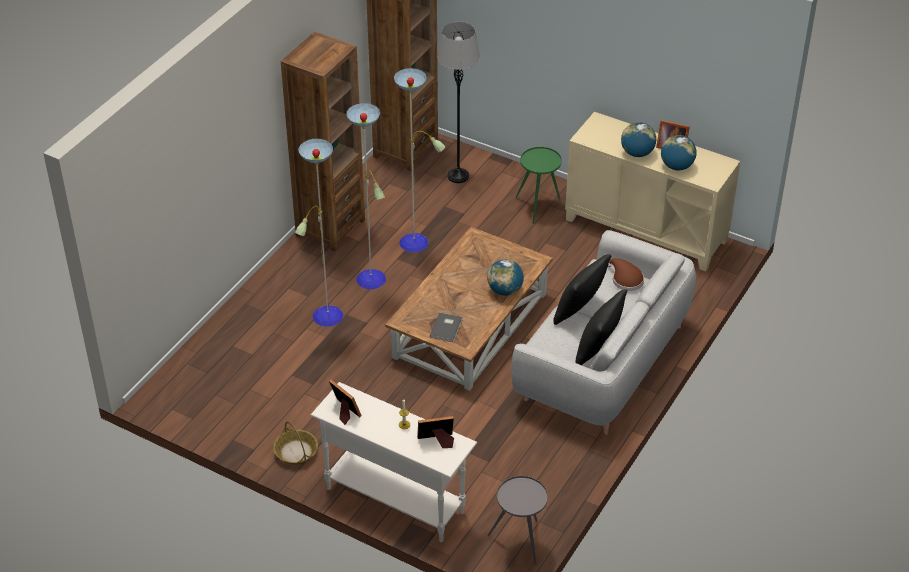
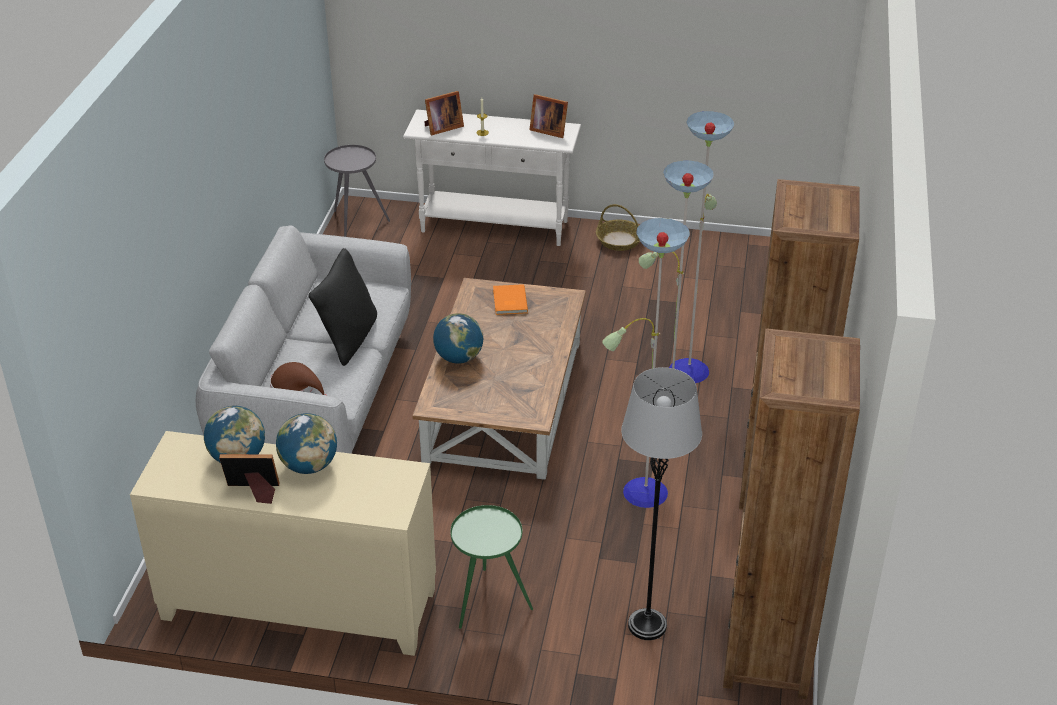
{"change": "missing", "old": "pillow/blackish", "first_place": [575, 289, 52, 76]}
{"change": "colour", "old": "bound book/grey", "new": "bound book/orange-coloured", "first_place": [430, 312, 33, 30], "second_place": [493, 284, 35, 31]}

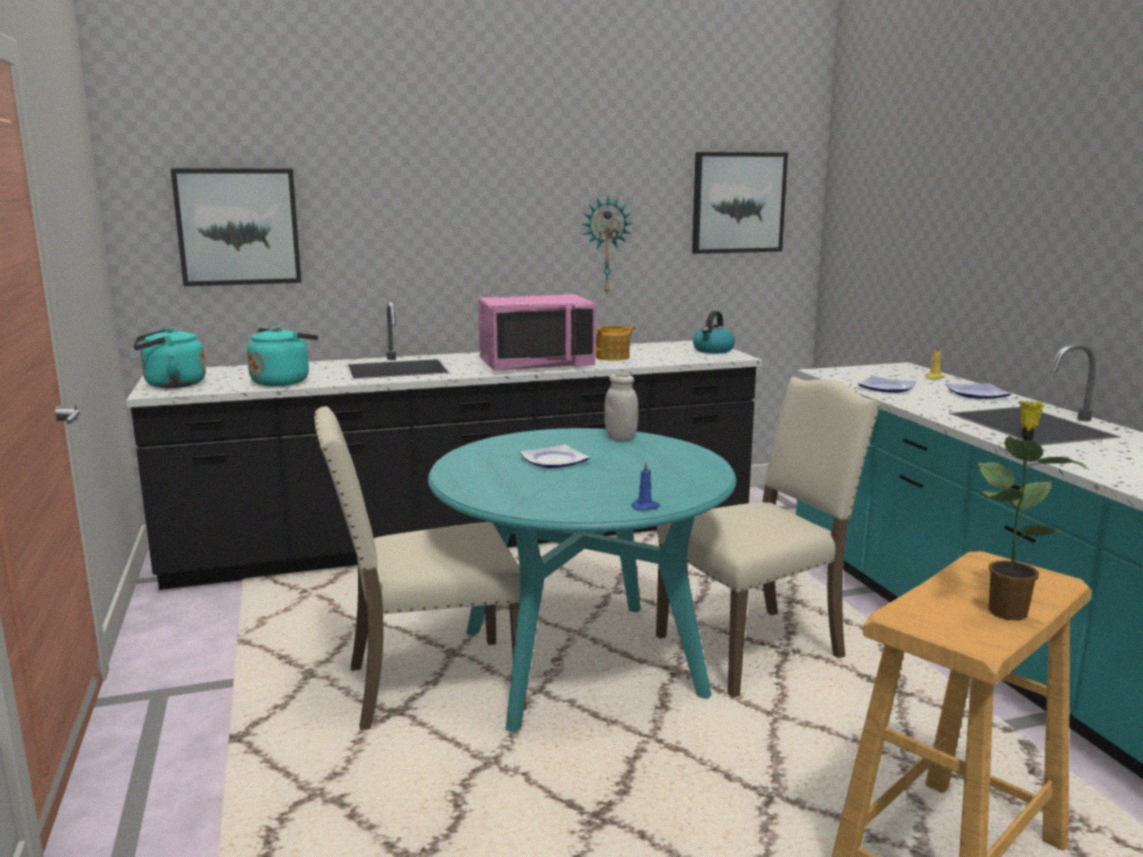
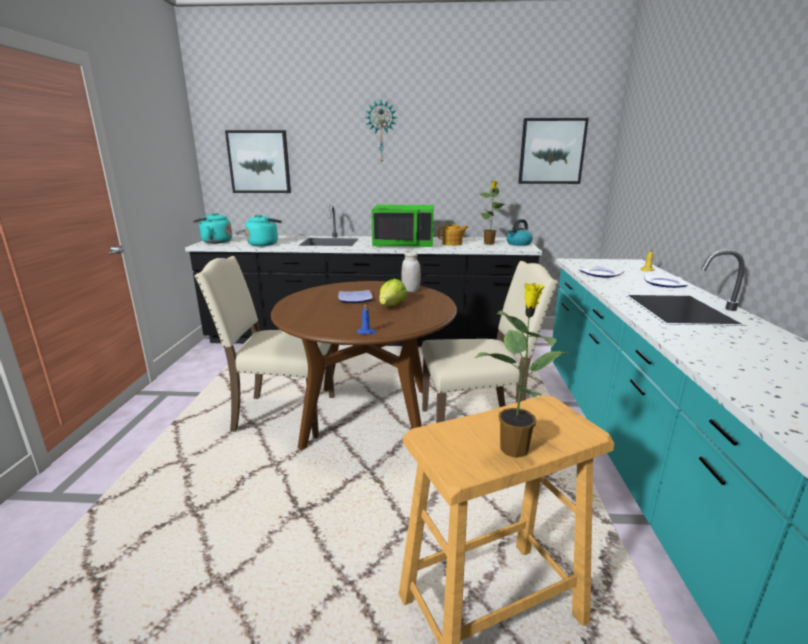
{"change": "appeared", "new": "lettuce", "second_place": [379, 278, 28, 28]}
{"change": "appeared", "new": "potted plant", "second_place": [478, 180, 28, 65]}
{"change": "relocated", "old": "wall clock", "first_place": [582, 196, 51, 99], "second_place": [365, 100, 33, 62]}
{"change": "colour", "old": "dinner table/turquoise-coloured", "new": "dinner table/brown", "first_place": [428, 428, 308, 305], "second_place": [271, 281, 186, 169]}
{"change": "colour", "old": "kitchen microwave/pink", "new": "kitchen microwave/green", "first_place": [478, 294, 118, 77], "second_place": [371, 205, 63, 42]}

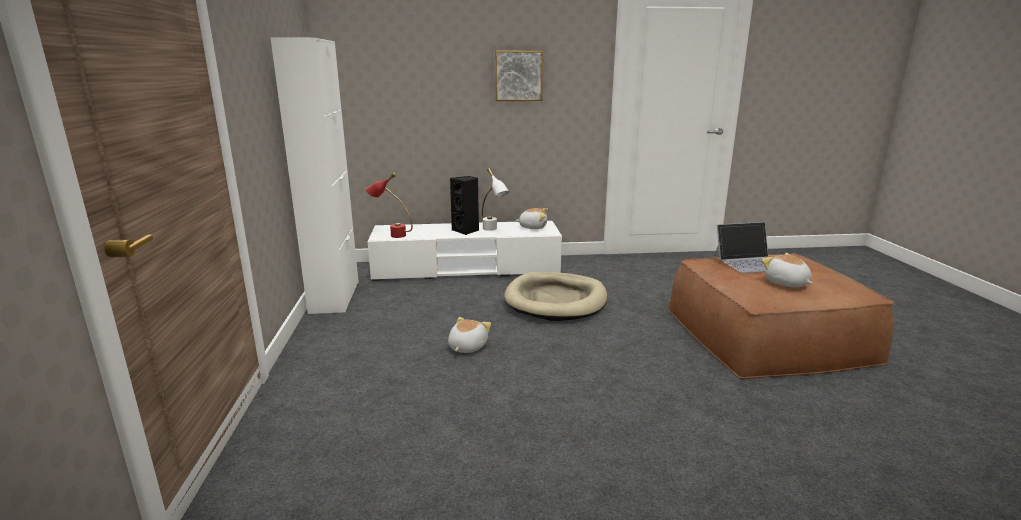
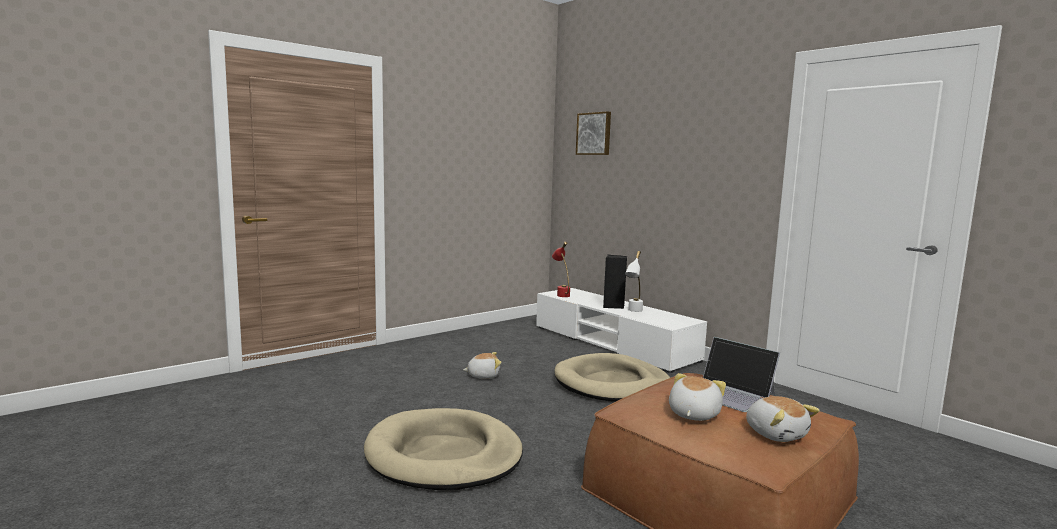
{"change": "missing", "old": "storage cabinet/whitish", "first_place": [270, 37, 89, 277]}
{"change": "appeared", "new": "dog bed/beige-coloured", "second_place": [364, 408, 159, 82]}
{"change": "relocated", "old": "wall art", "first_place": [495, 51, 48, 50], "second_place": [576, 111, 35, 44]}
{"change": "relocated", "old": "cuddly toy", "first_place": [515, 208, 33, 21], "second_place": [746, 396, 74, 46]}

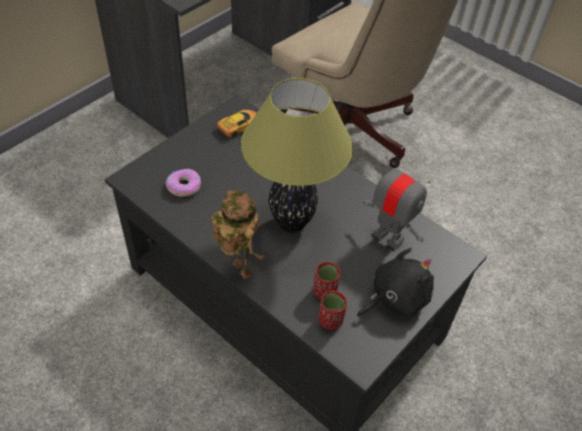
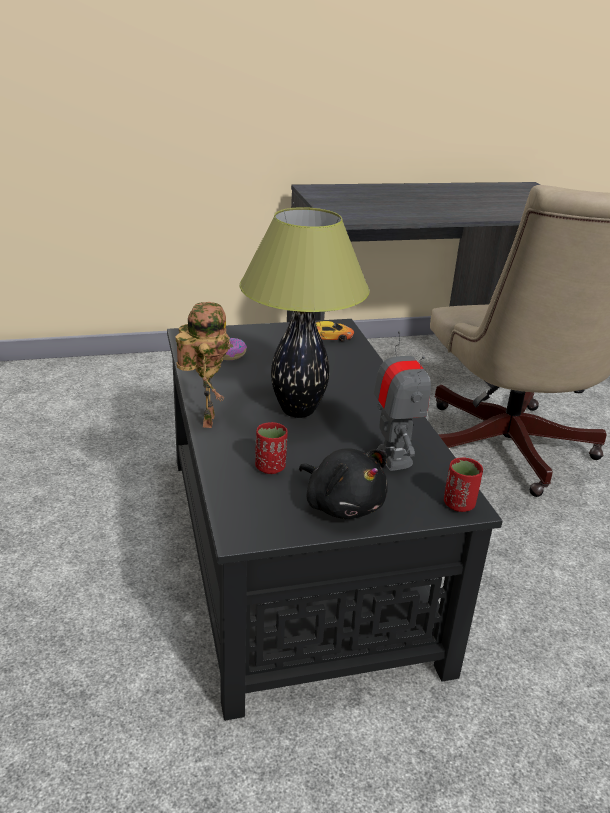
{"change": "relocated", "old": "drinking cup/red", "first_place": [319, 290, 28, 40], "second_place": [444, 457, 39, 55]}
{"change": "spun", "old": "cuddly toy/blackish", "first_place": [357, 248, 77, 70], "second_place": [299, 448, 89, 71], "degrees": 45}

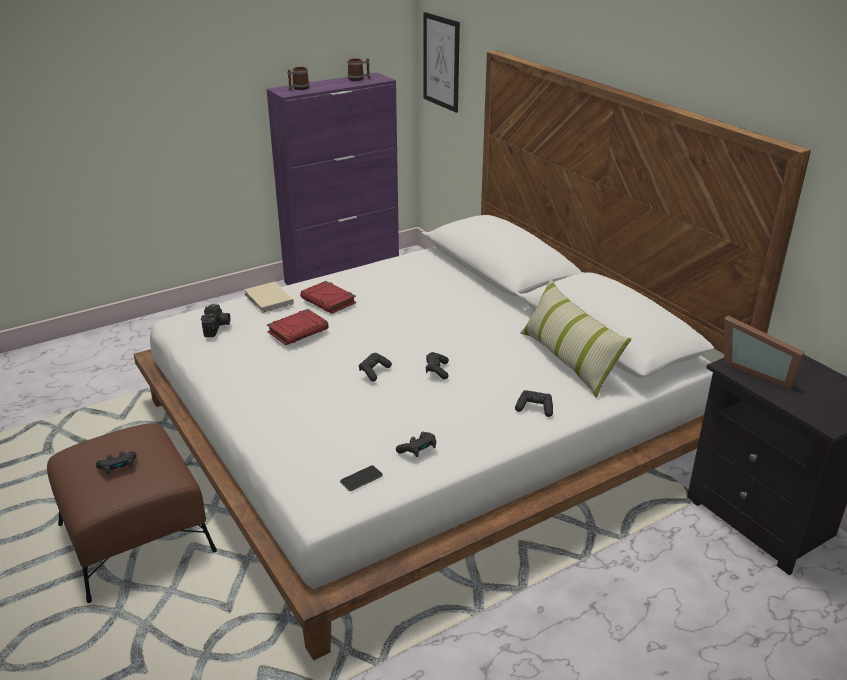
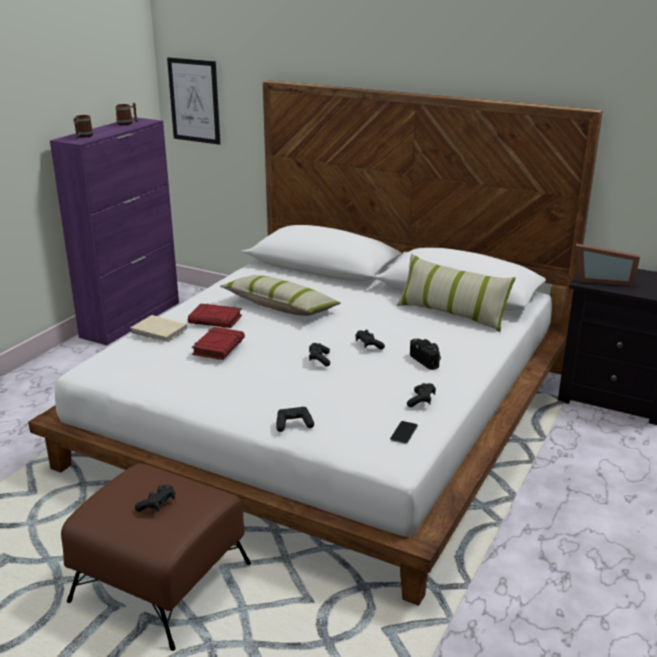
{"change": "appeared", "new": "pillow", "second_place": [220, 275, 121, 41]}
{"change": "relocated", "old": "photo camera", "first_place": [201, 304, 29, 33], "second_place": [410, 338, 31, 32]}
{"change": "relocated", "old": "joypad/blackish", "first_place": [515, 390, 38, 27], "second_place": [276, 406, 38, 26]}

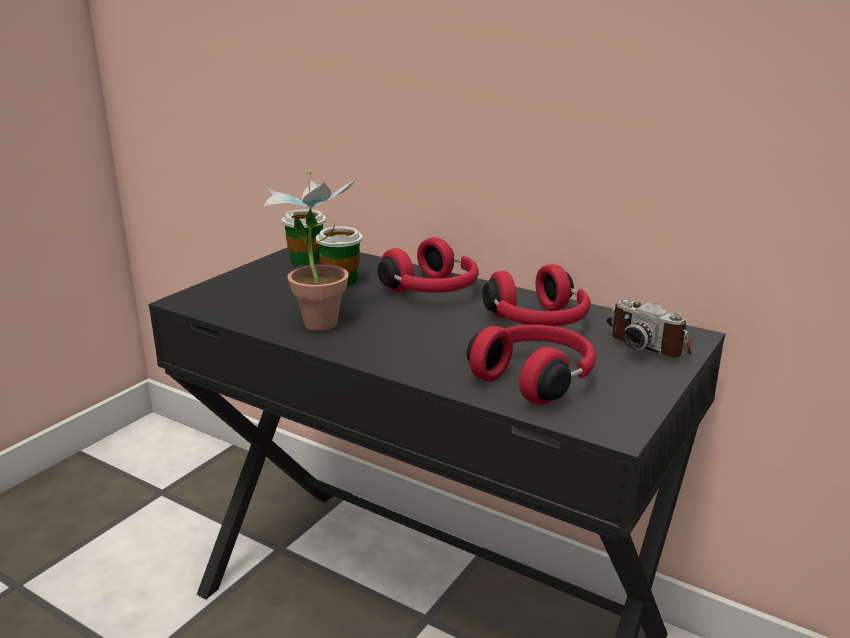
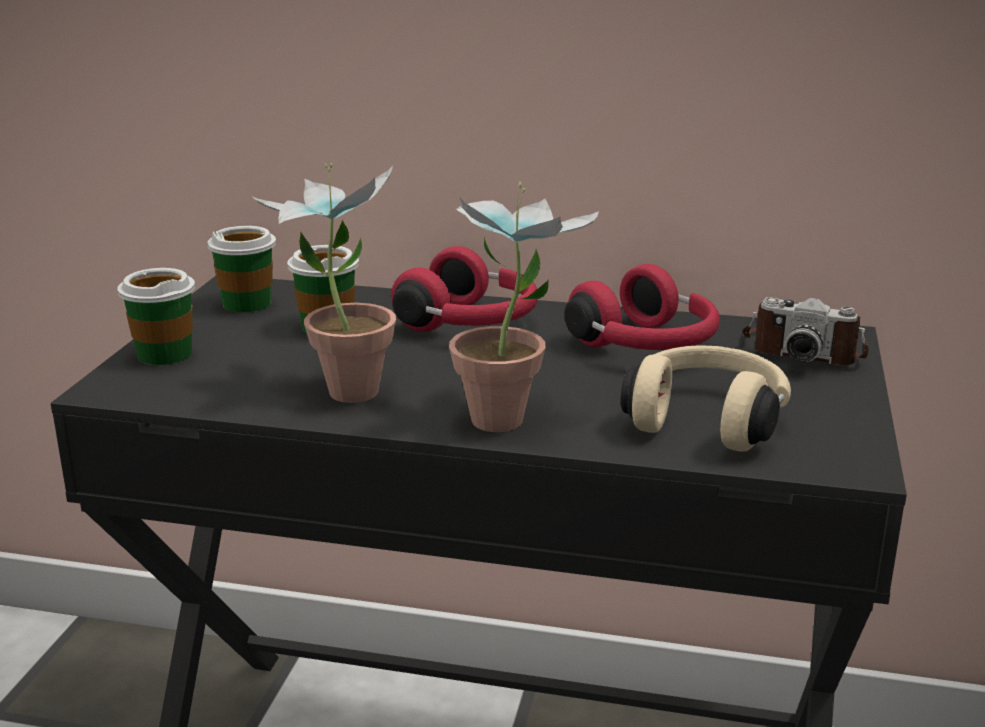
{"change": "appeared", "new": "drinking cup", "second_place": [117, 268, 78, 97]}
{"change": "appeared", "new": "potted plant", "second_place": [449, 182, 150, 250]}
{"change": "colour", "old": "pair of headphones/red", "new": "pair of headphones/beige-coloured", "first_place": [467, 325, 129, 80], "second_place": [621, 345, 170, 107]}

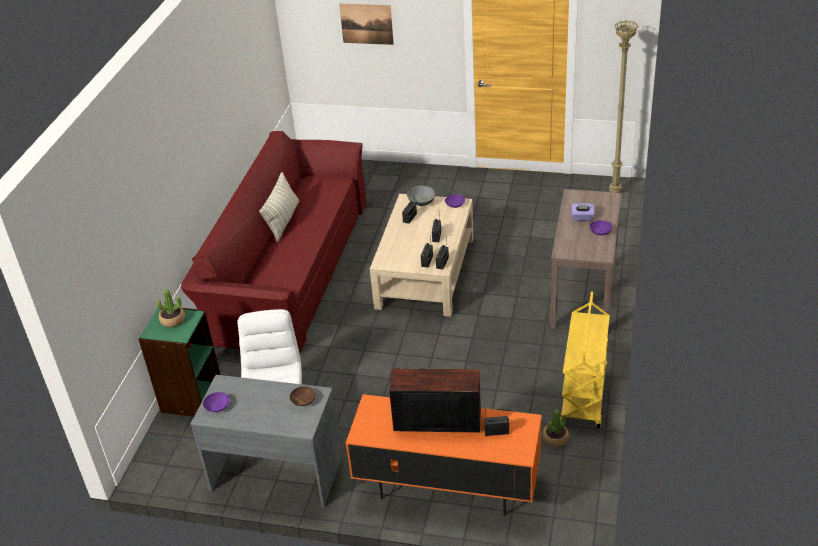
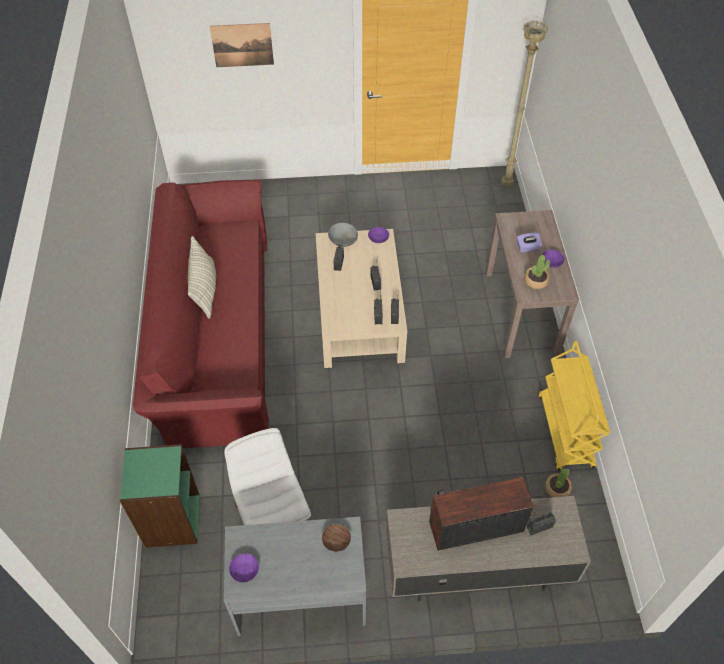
{"change": "relocated", "old": "potted plant", "first_place": [156, 289, 29, 38], "second_place": [524, 255, 26, 34]}
{"change": "colour", "old": "tv stand/orange-coloured", "new": "tv stand/grey", "first_place": [346, 394, 196, 122], "second_place": [386, 496, 205, 105]}

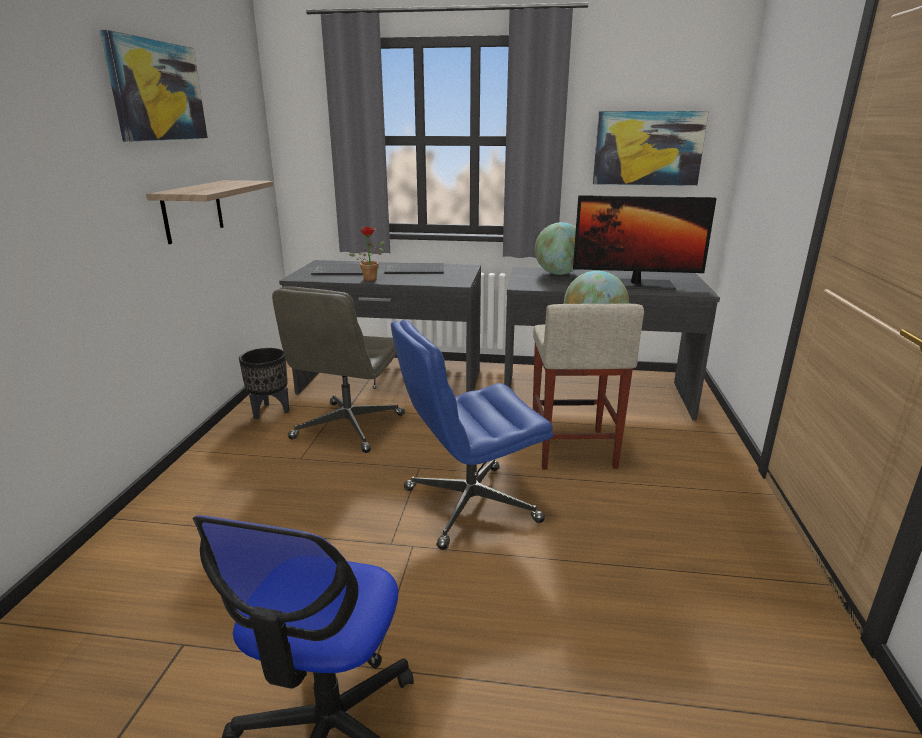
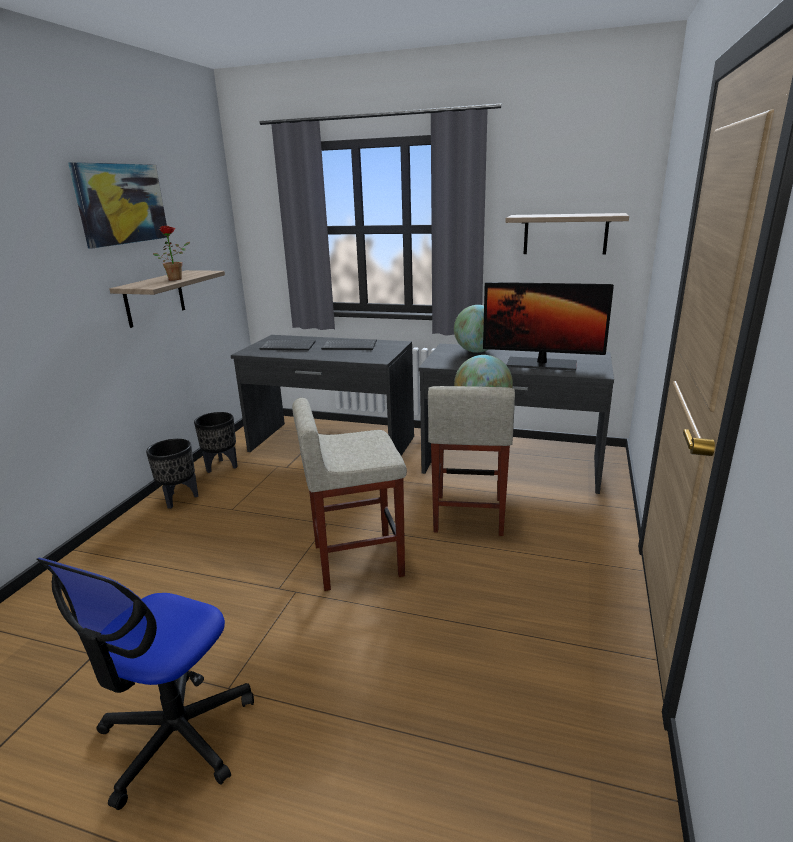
{"change": "missing", "old": "desk chair/grey", "first_place": [272, 286, 133, 167]}
{"change": "appeared", "new": "flower pot/blackish", "second_place": [146, 439, 52, 70]}
{"change": "relocated", "old": "potted plant", "first_place": [349, 227, 36, 54], "second_place": [153, 225, 37, 55]}
{"change": "exchanged", "old": "desk chair/blue-coloured", "new": "sitting stool/beige-coloured", "first_place": [391, 319, 162, 231], "second_place": [292, 398, 115, 193]}
{"change": "exchanged", "old": "wall art", "new": "bracket shelf", "first_place": [593, 111, 116, 75], "second_place": [505, 213, 124, 41]}

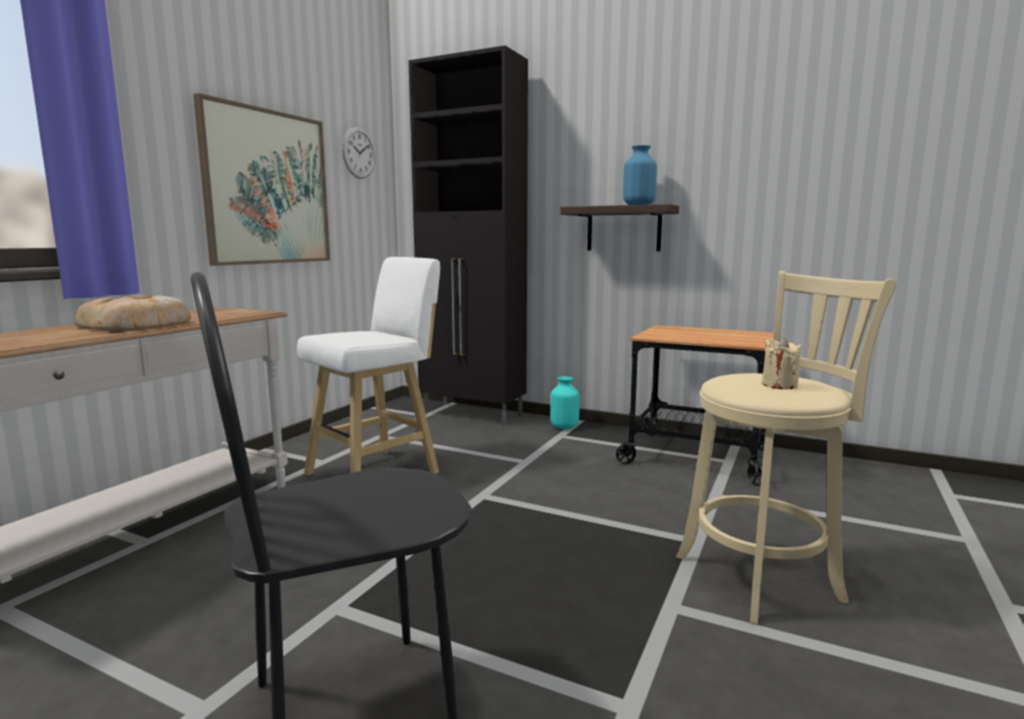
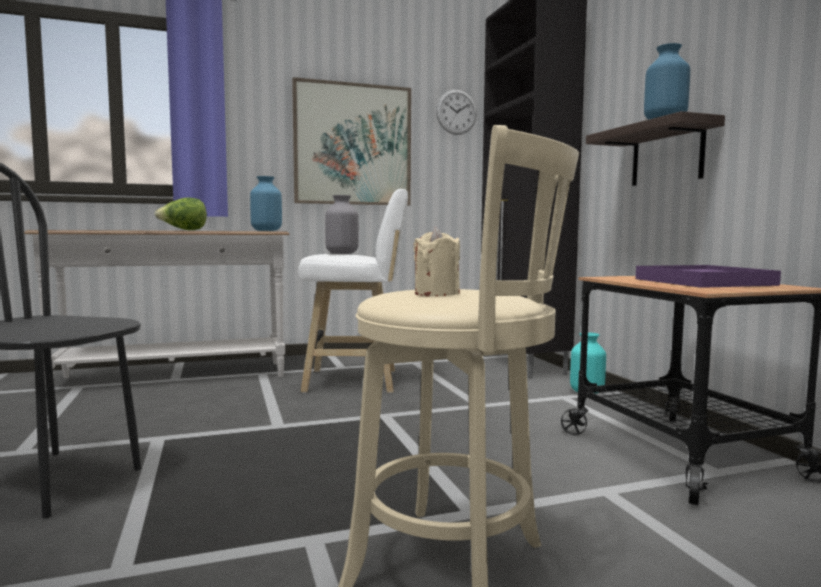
{"change": "appeared", "new": "decorative vase/blue-coloured", "second_place": [250, 176, 32, 55]}
{"change": "appeared", "new": "decorative vase/grey", "second_place": [325, 195, 34, 59]}
{"change": "appeared", "new": "carrying tray/purple", "second_place": [636, 265, 145, 23]}
{"change": "exchanged", "old": "baked bread", "new": "lettuce", "first_place": [75, 295, 116, 36], "second_place": [154, 198, 53, 32]}

